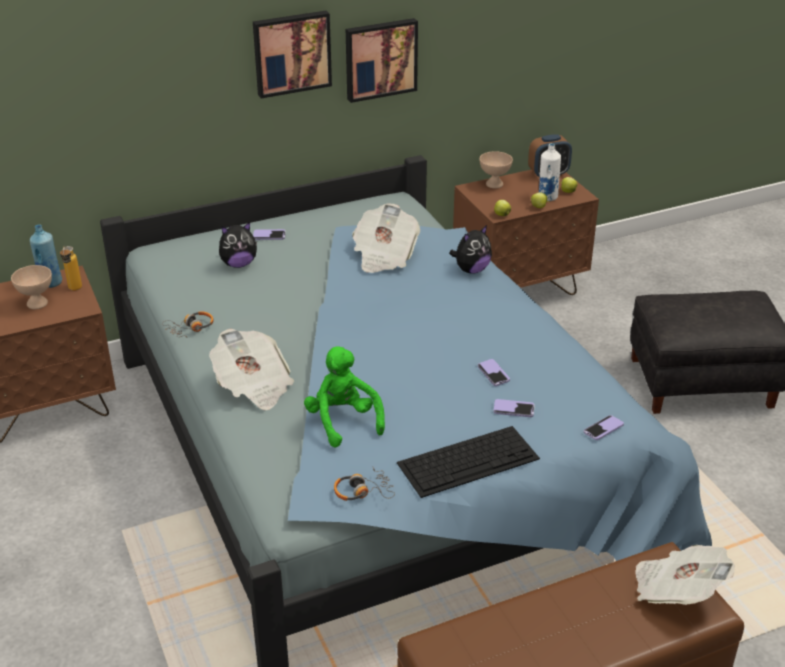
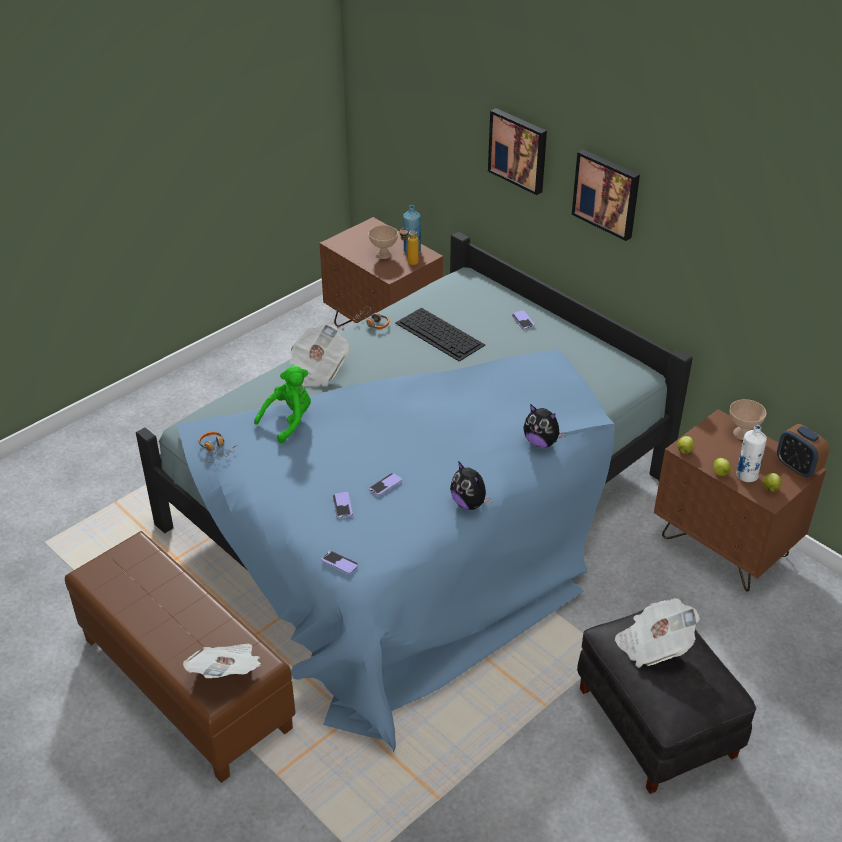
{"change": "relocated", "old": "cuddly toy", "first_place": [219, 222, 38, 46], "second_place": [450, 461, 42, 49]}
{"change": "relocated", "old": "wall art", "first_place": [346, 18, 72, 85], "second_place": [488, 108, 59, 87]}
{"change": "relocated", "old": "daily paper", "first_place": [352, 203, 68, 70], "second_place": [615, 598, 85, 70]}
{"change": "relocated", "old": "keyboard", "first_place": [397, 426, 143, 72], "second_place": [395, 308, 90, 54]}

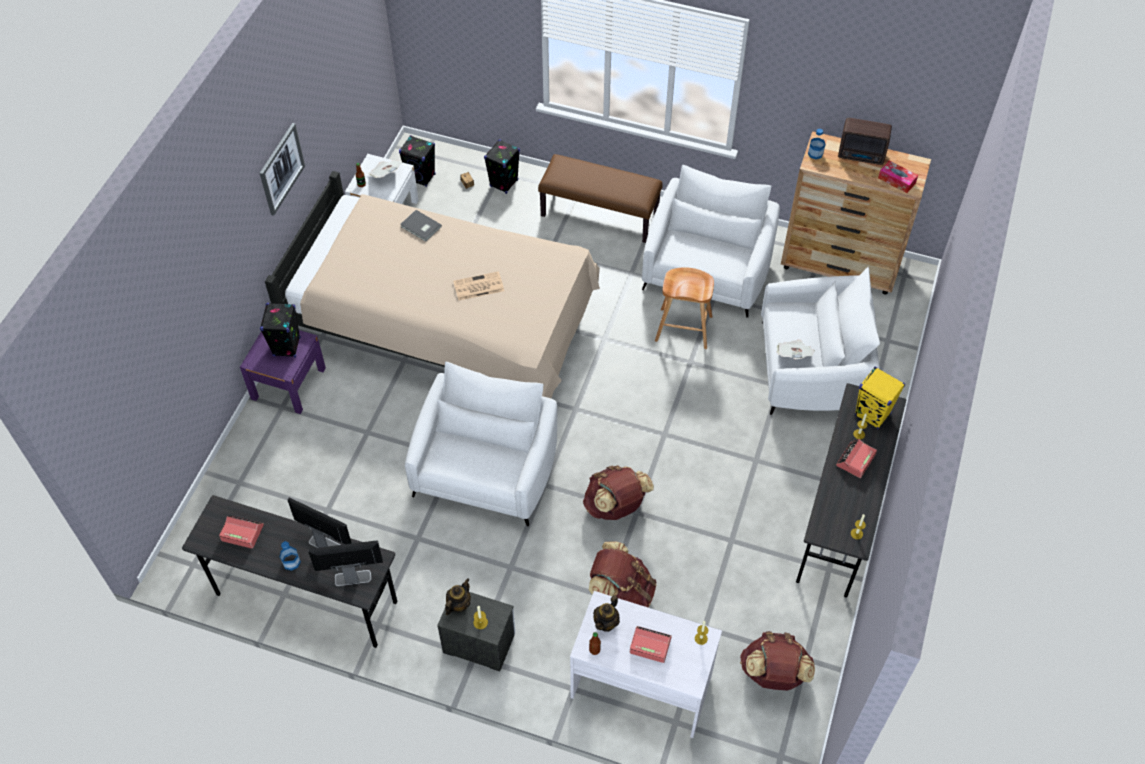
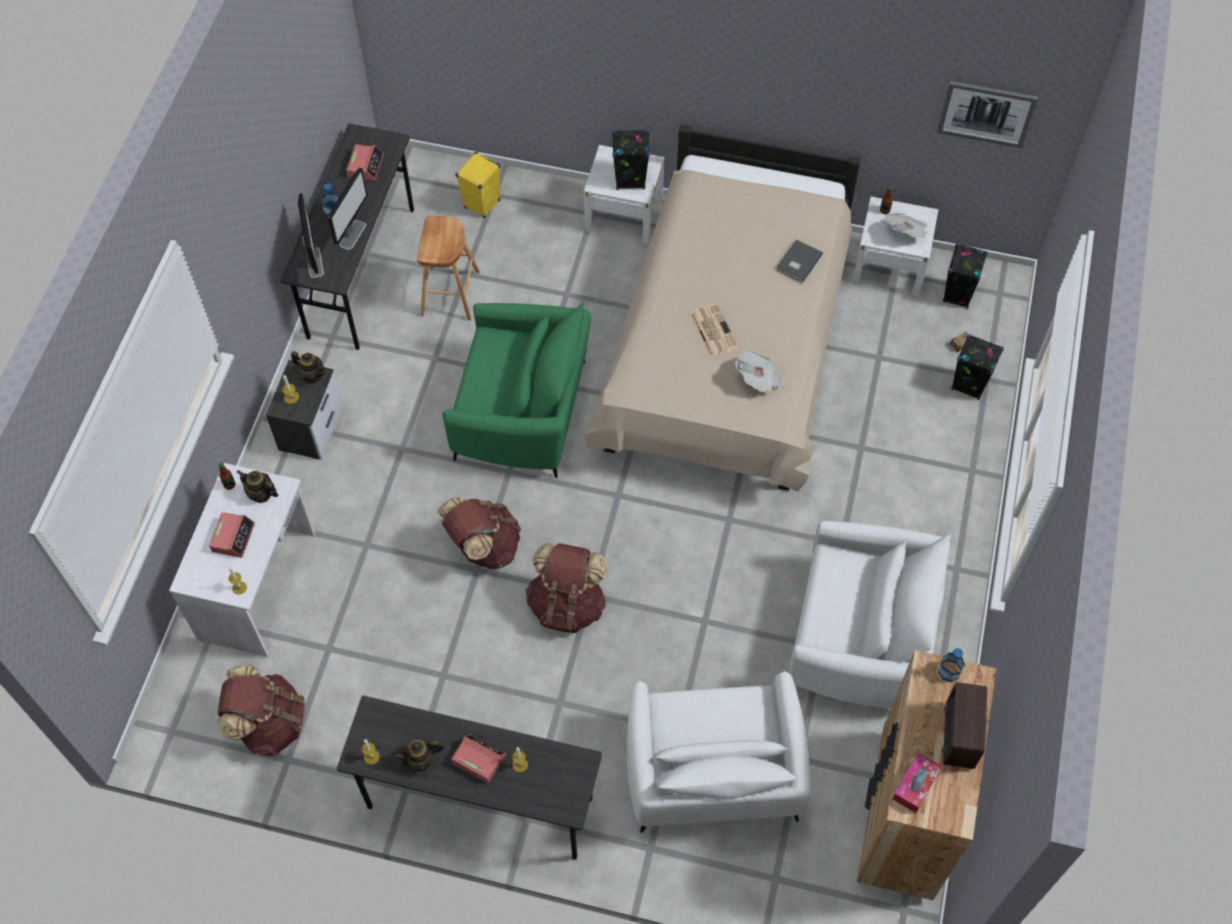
{"change": "missing", "old": "long seat/brown", "first_place": [538, 154, 125, 89]}
{"change": "appeared", "new": "tea pot", "second_place": [394, 739, 50, 32]}
{"change": "relocated", "old": "wall art", "first_place": [260, 123, 45, 93], "second_place": [937, 81, 101, 67]}
{"change": "relocated", "old": "knapsack/brown", "first_place": [589, 541, 68, 66], "second_place": [526, 543, 81, 90]}
{"change": "relocated", "old": "sitting stool/brown", "first_place": [655, 267, 59, 82], "second_place": [417, 216, 63, 105]}
{"change": "relocated", "old": "daily paper", "first_place": [777, 340, 38, 19], "second_place": [735, 349, 50, 43]}
{"change": "relocated", "old": "loudspeaker/yellowish", "first_place": [855, 366, 50, 63], "second_place": [455, 152, 46, 67]}
{"change": "colour", "old": "nightstand/purple", "new": "nightstand/whitish", "first_place": [240, 330, 86, 84], "second_place": [584, 145, 80, 99]}
{"change": "colour", "old": "easy chair/whitish", "new": "easy chair/green", "first_place": [405, 362, 152, 164], "second_place": [442, 302, 149, 176]}

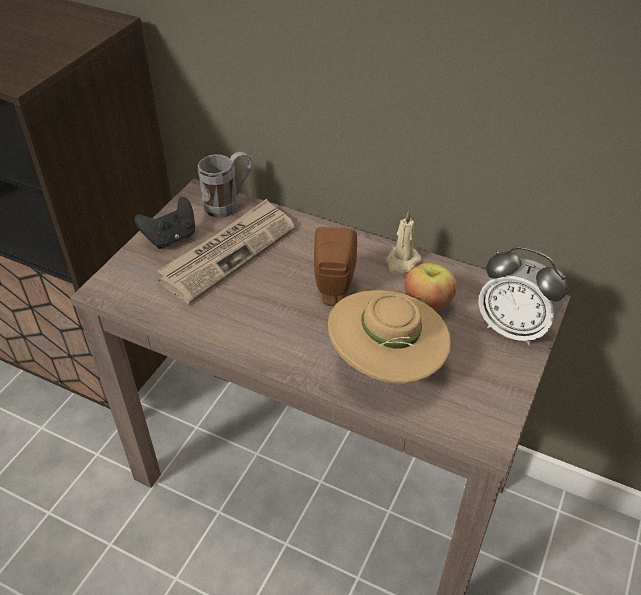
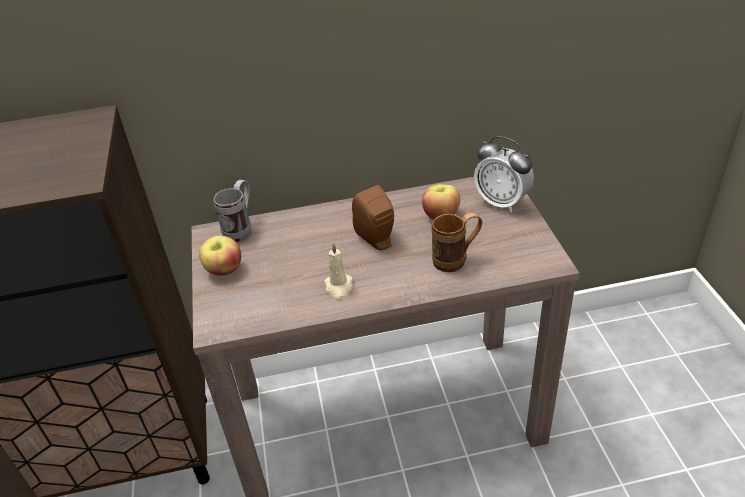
{"change": "missing", "old": "daily paper", "first_place": [157, 199, 138, 105]}
{"change": "relocated", "old": "candle/beige-coloured", "first_place": [386, 210, 36, 64], "second_place": [324, 243, 29, 56]}
{"change": "exchanged", "old": "joypad/blackish", "new": "apple", "first_place": [134, 197, 61, 52], "second_place": [199, 235, 42, 41]}
{"change": "exchanged", "old": "clothing hat/beige-coloured", "new": "tea mug/brown", "first_place": [328, 290, 123, 94], "second_place": [432, 213, 50, 59]}
{"change": "spun", "old": "bedside clock", "first_place": [478, 247, 91, 99], "second_place": [474, 136, 60, 77], "degrees": 45}

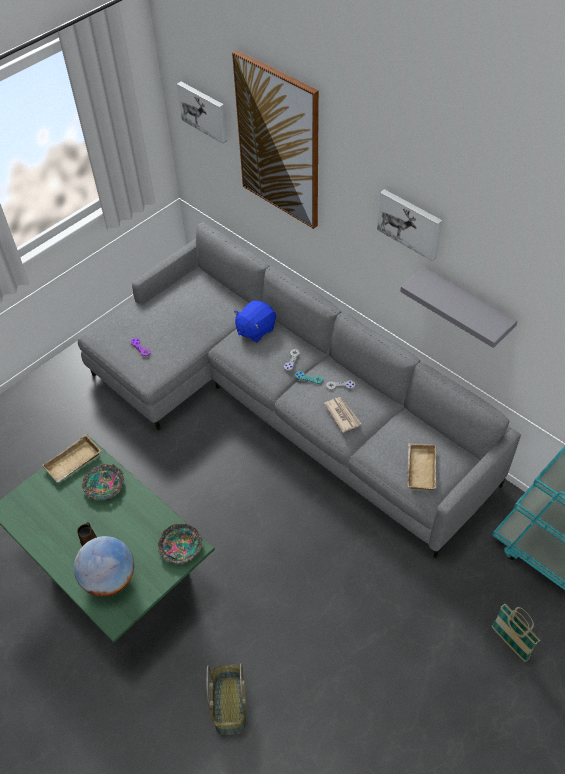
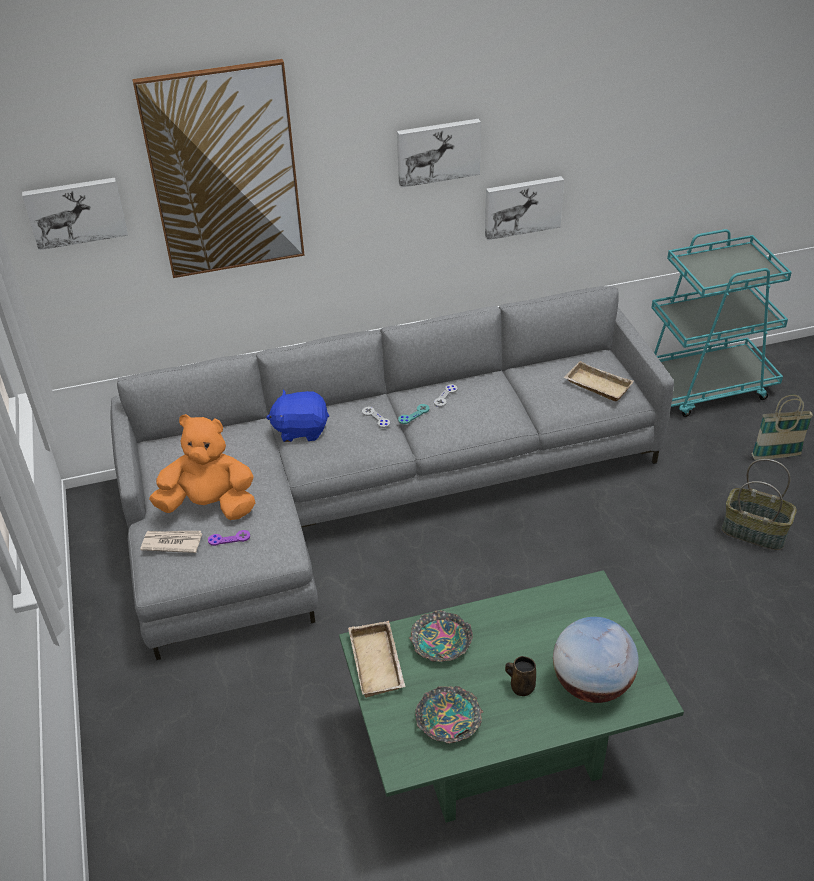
{"change": "appeared", "new": "cuddly toy/orange-coloured", "second_place": [149, 414, 106, 106]}
{"change": "relocated", "old": "deep dish", "first_place": [158, 524, 45, 40], "second_place": [415, 686, 68, 57]}
{"change": "relocated", "old": "household basket", "first_place": [206, 663, 40, 72], "second_place": [722, 459, 75, 91]}
{"change": "relocated", "old": "daily paper", "first_place": [324, 397, 37, 36], "second_place": [140, 531, 62, 22]}
{"change": "exchanged", "old": "bracket shelf/grey", "new": "wall art", "first_place": [400, 267, 117, 81], "second_place": [485, 176, 79, 64]}
{"change": "spun", "old": "cuddly toy/blue-coloured", "first_place": [234, 300, 42, 42], "second_place": [266, 390, 63, 52], "degrees": 105}

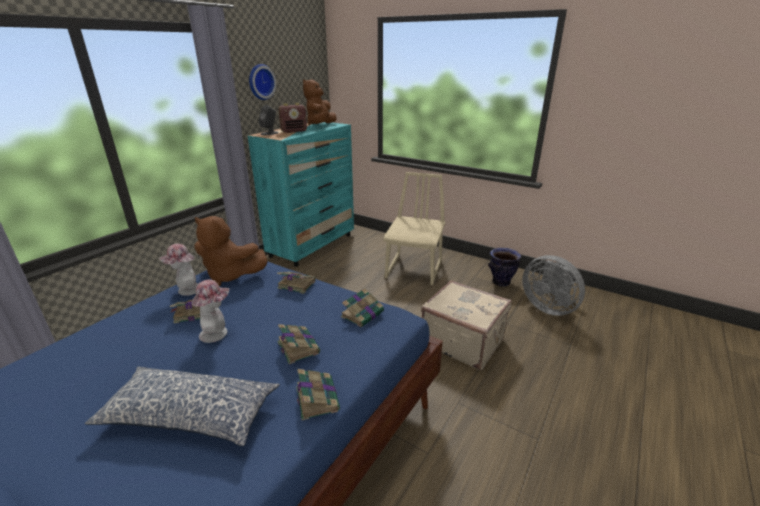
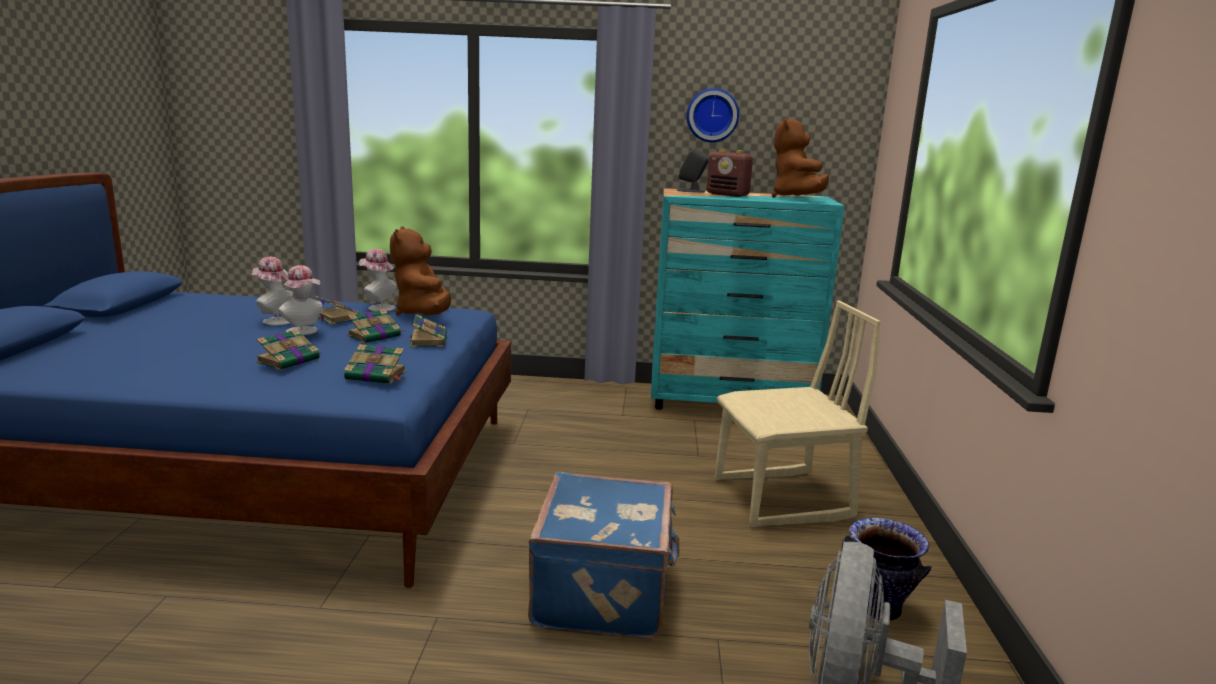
{"change": "missing", "old": "pillow", "first_place": [85, 367, 195, 79]}
{"change": "appeared", "new": "clothing hat", "second_place": [252, 256, 41, 69]}
{"change": "relocated", "old": "bound book", "first_place": [296, 369, 44, 51], "second_place": [348, 309, 56, 34]}
{"change": "colour", "old": "suitcase/beige-coloured", "new": "suitcase/blue-coloured", "first_place": [421, 280, 91, 91], "second_place": [528, 472, 151, 168]}
{"change": "spun", "old": "cuddly toy/brown", "first_place": [303, 79, 34, 46], "second_place": [772, 117, 57, 81], "degrees": -75}

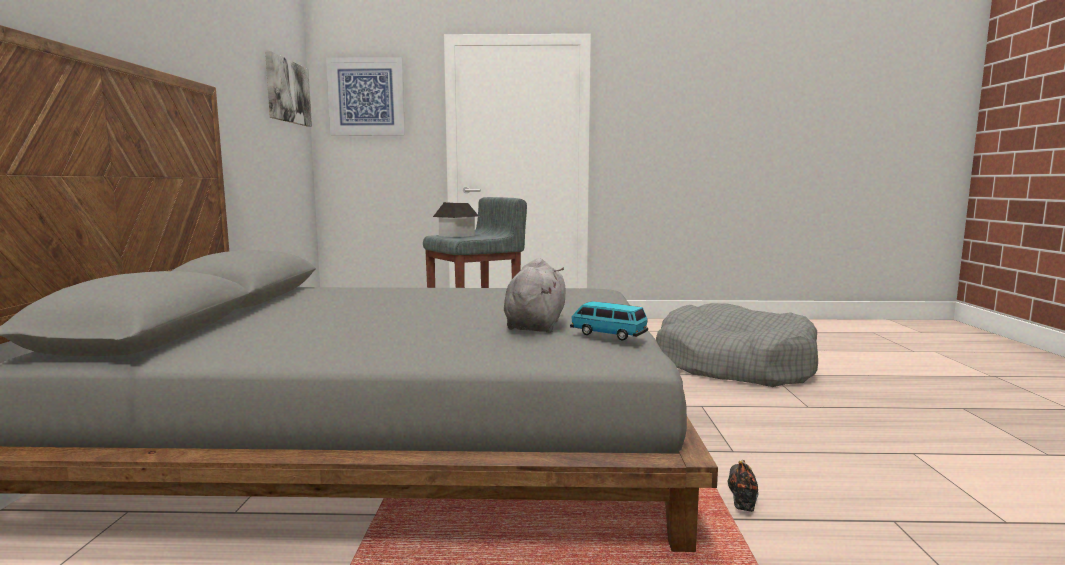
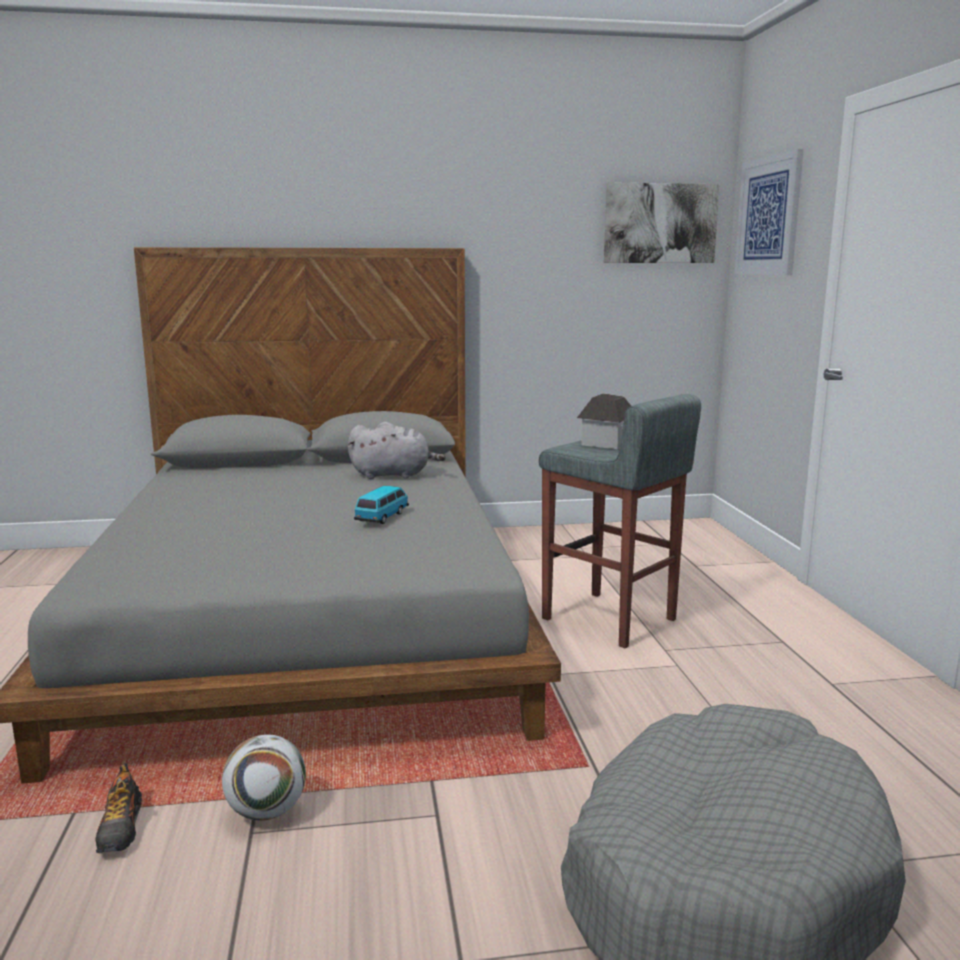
{"change": "appeared", "new": "ball for football", "second_place": [222, 734, 84, 87]}
{"change": "relocated", "old": "cuddly toy/grey", "first_place": [504, 258, 61, 75], "second_place": [348, 422, 98, 57]}
{"change": "relocated", "old": "toy car", "first_place": [570, 301, 78, 39], "second_place": [354, 486, 55, 38]}
{"change": "spun", "old": "low shoe", "first_place": [727, 460, 32, 52], "second_place": [95, 763, 47, 90], "degrees": 75}

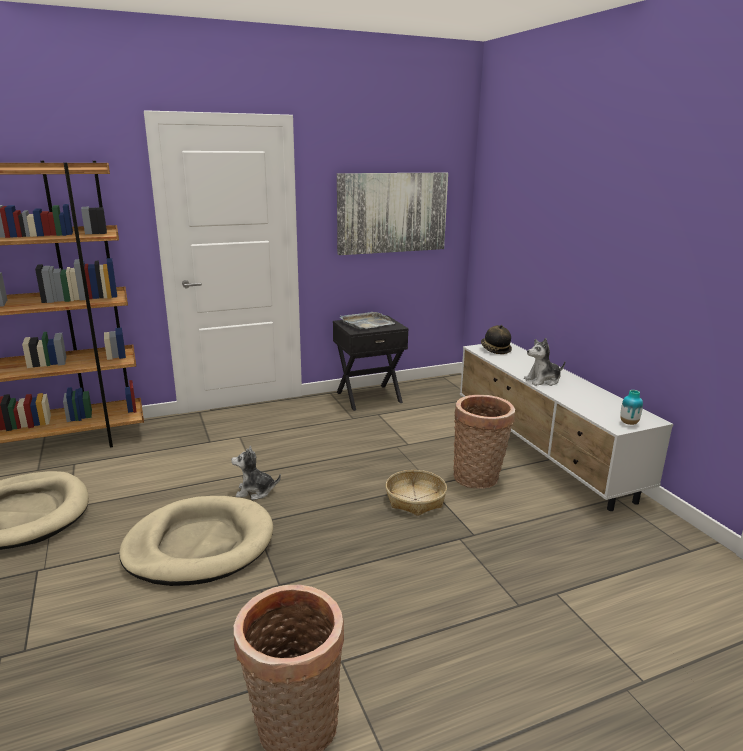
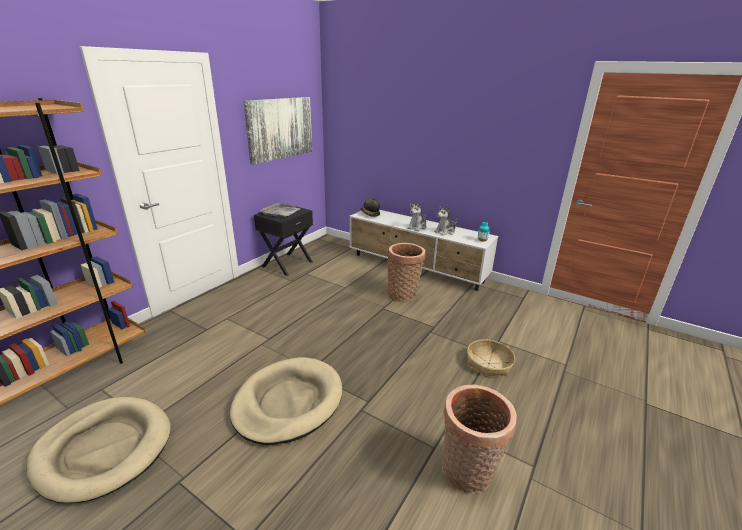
{"change": "relocated", "old": "cuddly toy", "first_place": [231, 446, 50, 54], "second_place": [434, 205, 23, 31]}
{"change": "relocated", "old": "household basket", "first_place": [385, 470, 62, 46], "second_place": [467, 340, 48, 37]}

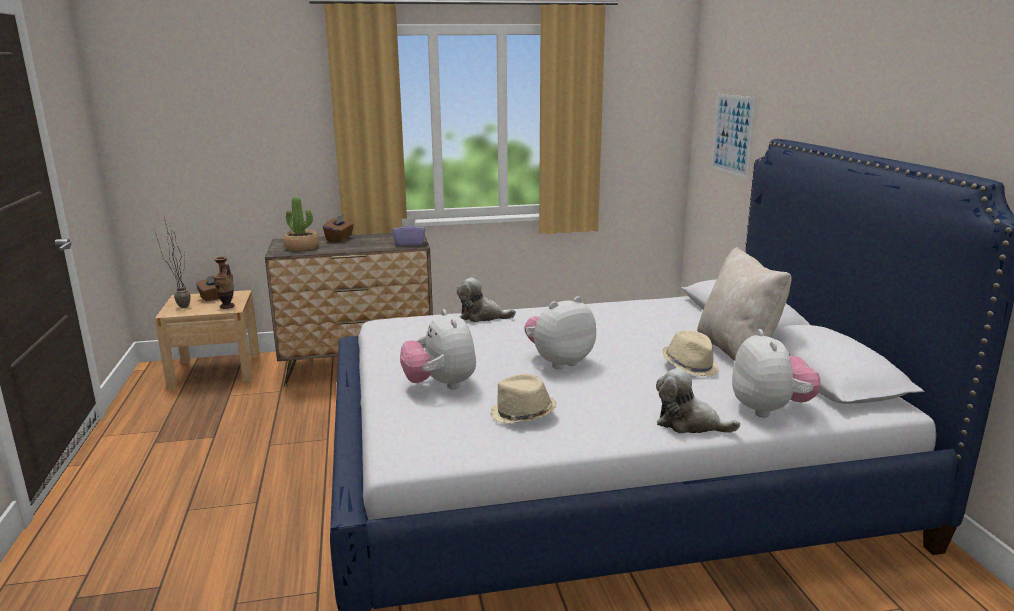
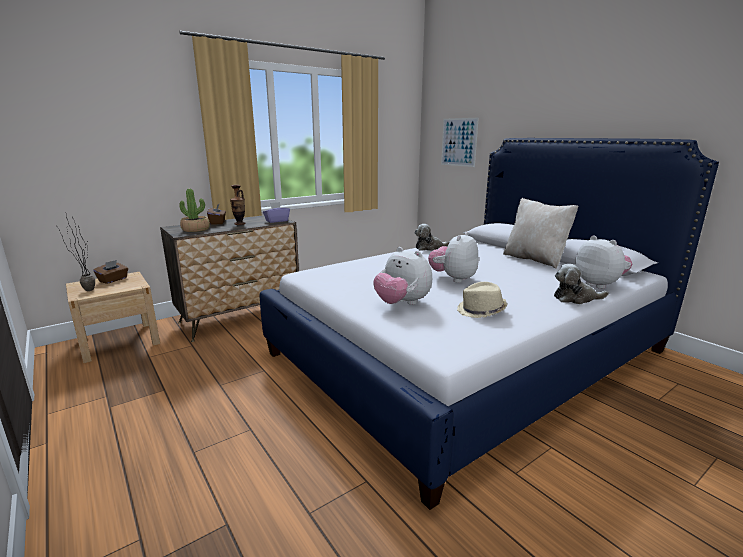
{"change": "missing", "old": "clothing hat/beige-coloured", "first_place": [663, 331, 56, 46]}
{"change": "relocated", "old": "decorative vase", "first_place": [213, 257, 22, 52], "second_place": [230, 185, 16, 40]}
{"change": "relocated", "old": "cuddly toy", "first_place": [457, 278, 59, 44], "second_place": [414, 224, 36, 27]}

